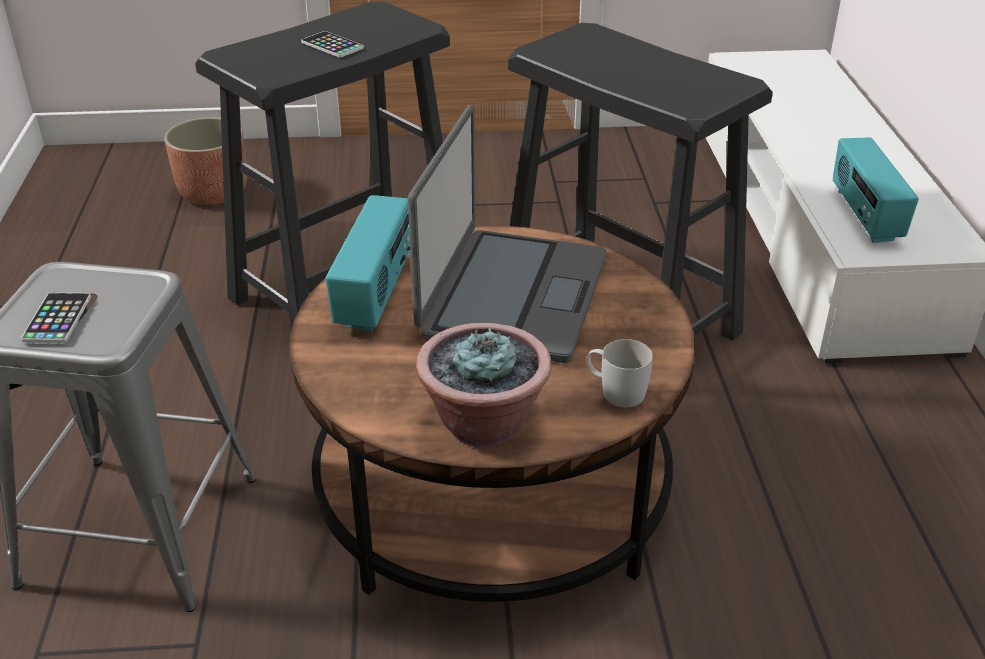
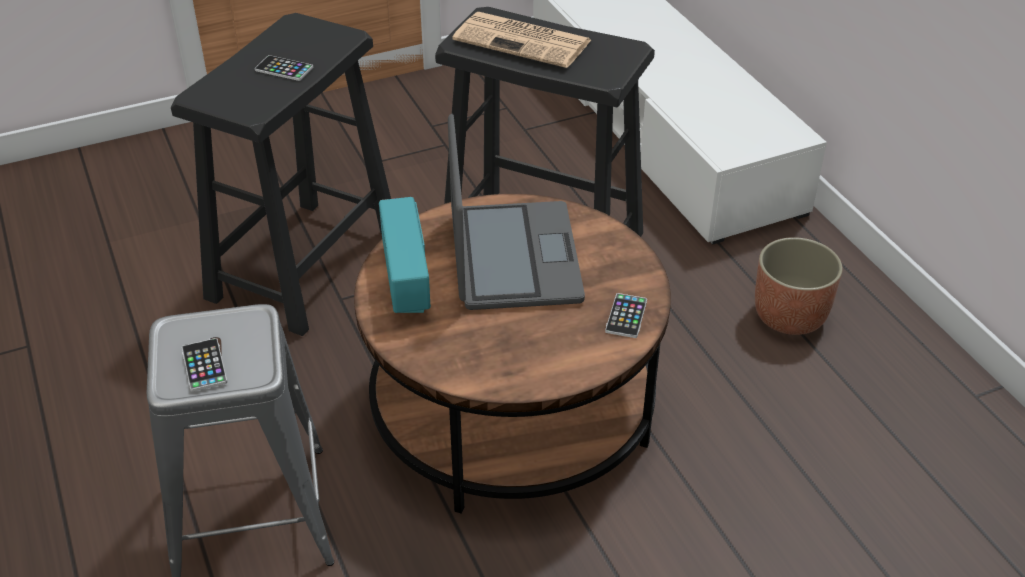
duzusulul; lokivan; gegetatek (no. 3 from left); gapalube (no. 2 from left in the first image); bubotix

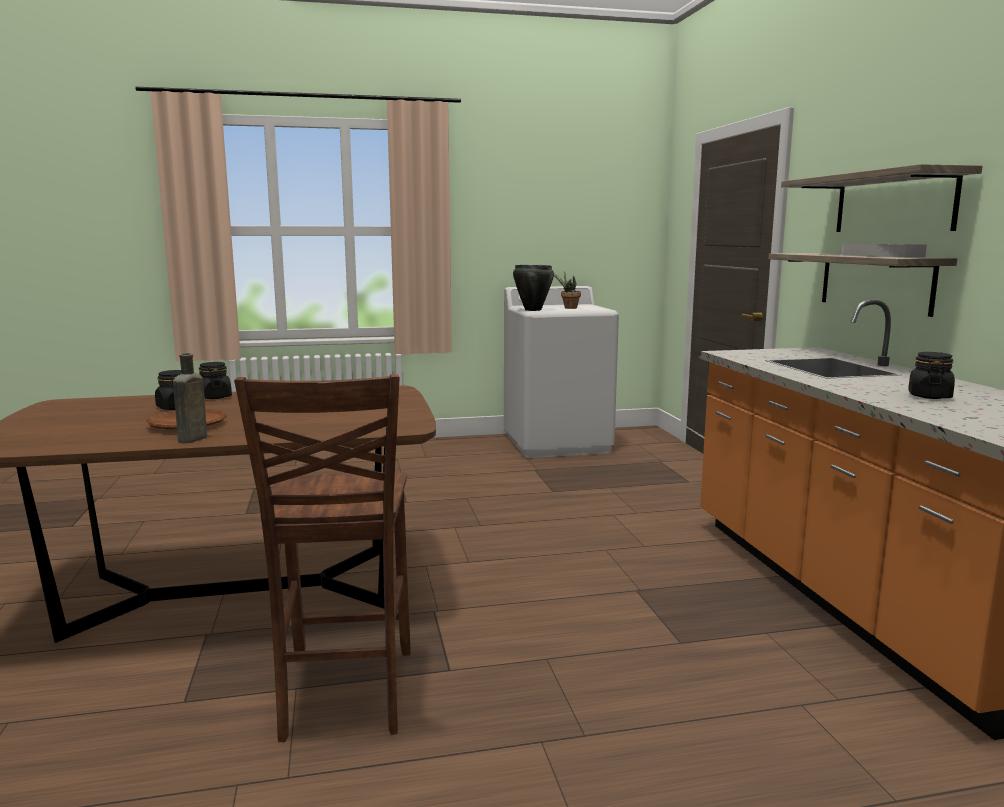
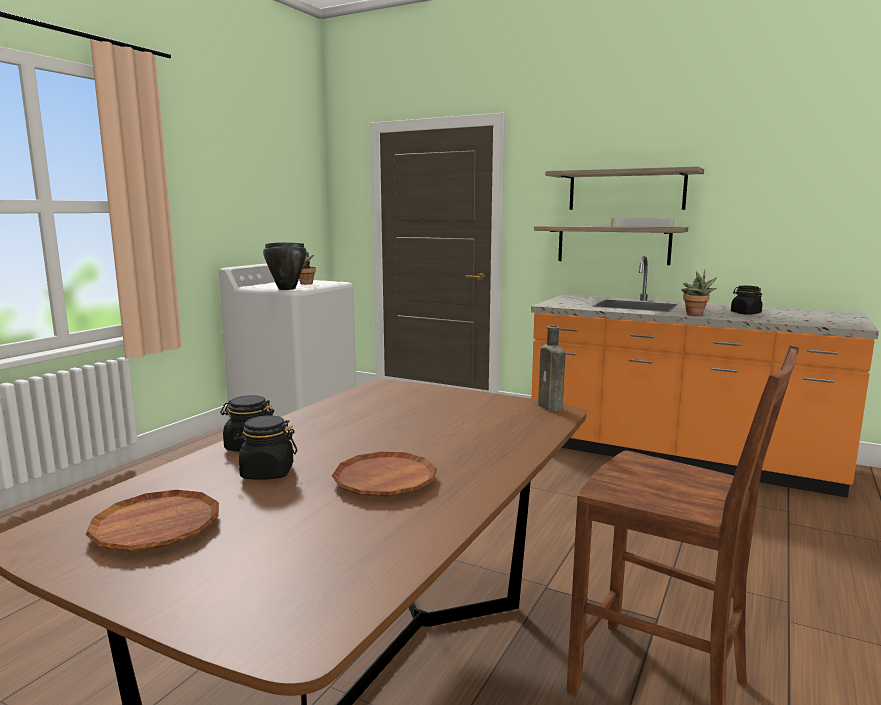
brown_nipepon; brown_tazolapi (no. 1 from left); lokivan (no. 2 from left)

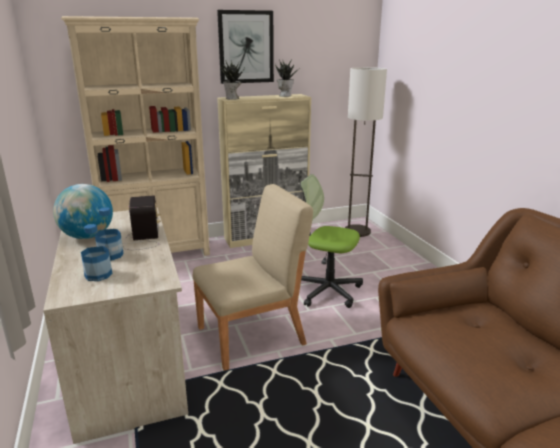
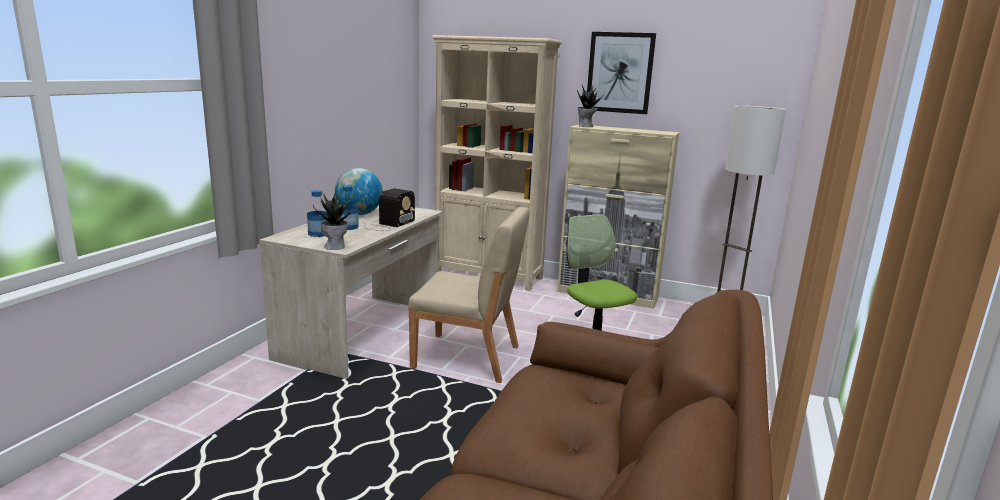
lokivan (no. 1 from left)

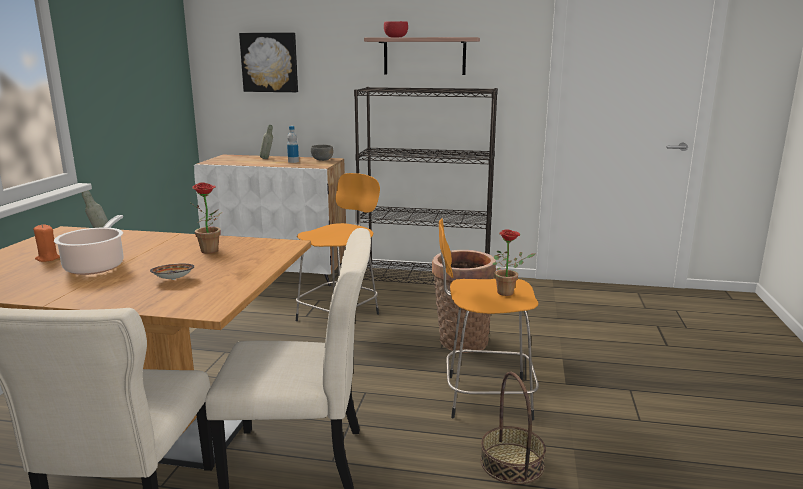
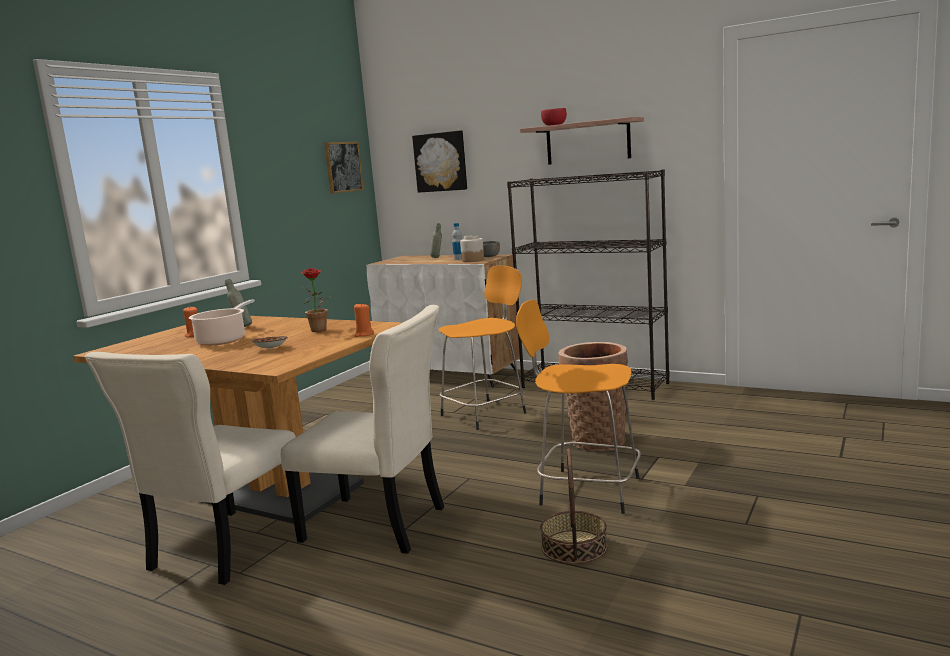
lokivan (no. 2 from left in the first image); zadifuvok (no. 1 from left); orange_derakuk (no. 2 from left); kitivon

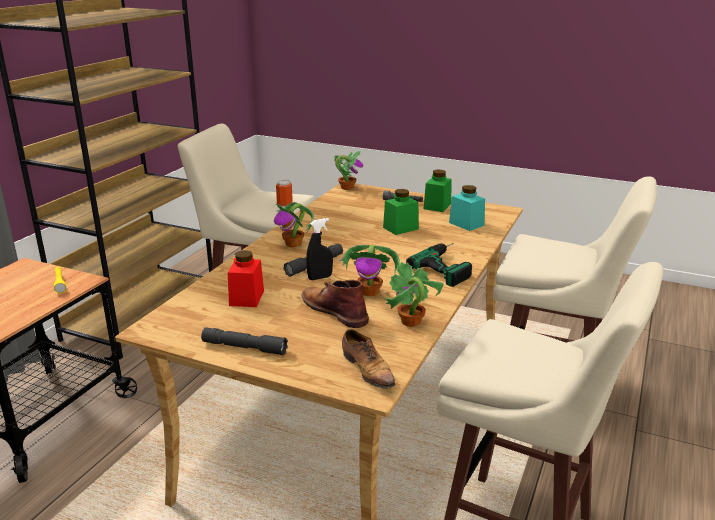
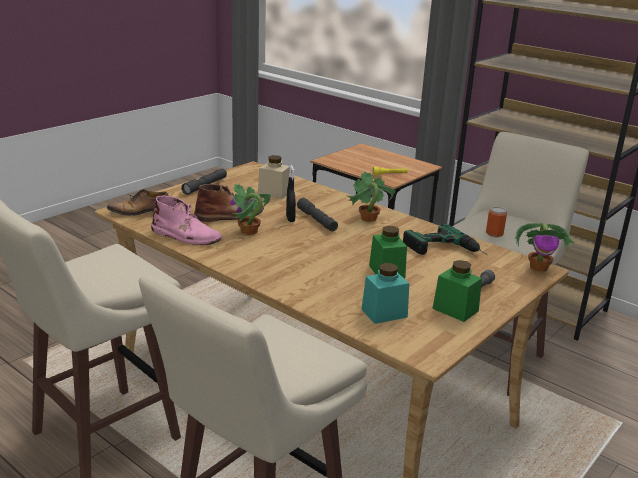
beige_kitivon; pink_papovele; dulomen

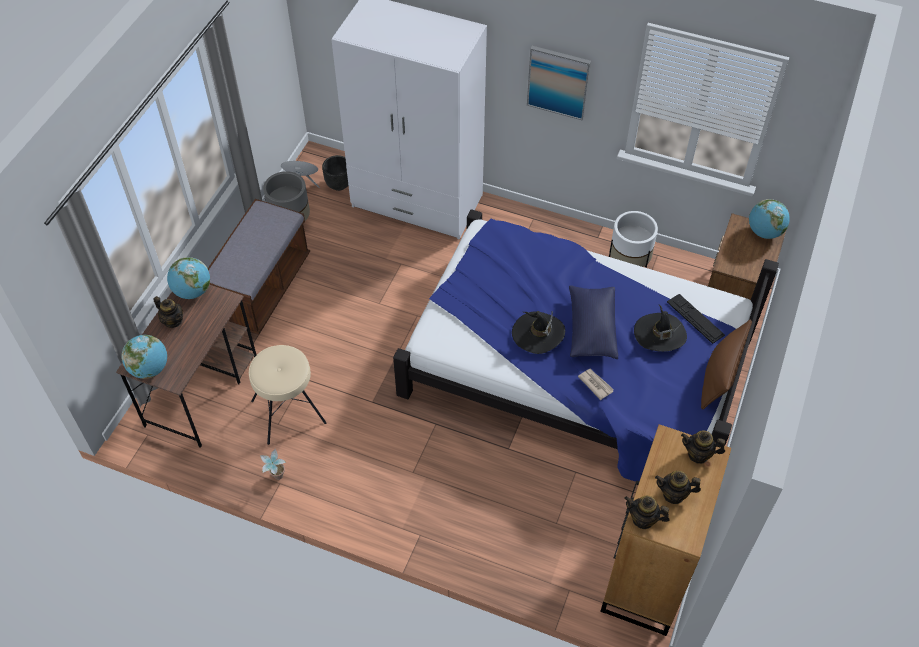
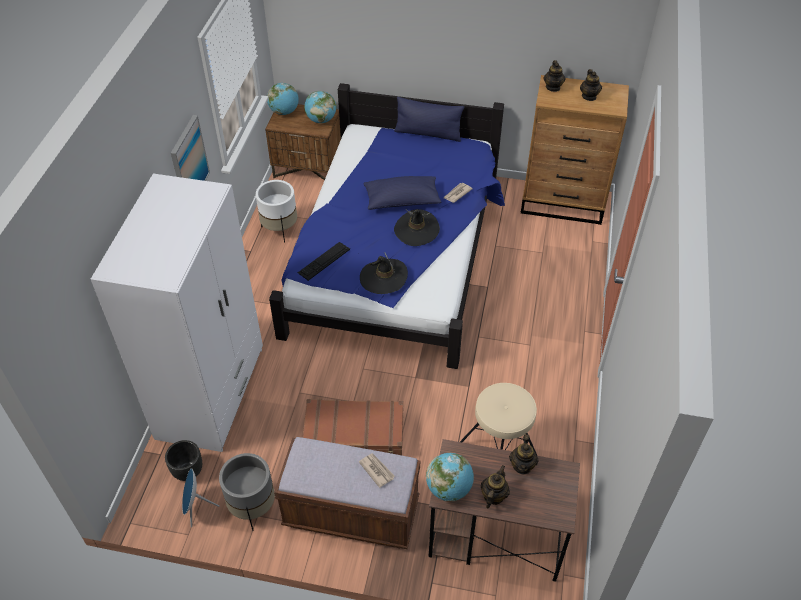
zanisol (no. 2 from left); lokivan; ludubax (no. 2 from left); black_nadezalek (no. 1 from left); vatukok; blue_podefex (no. 2 from left); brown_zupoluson; bubotix (no. 1 from left)

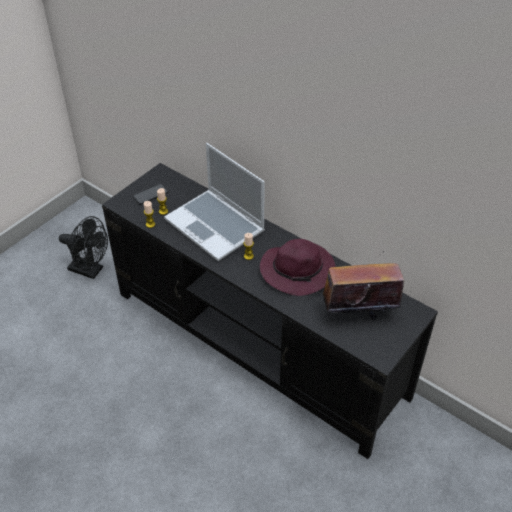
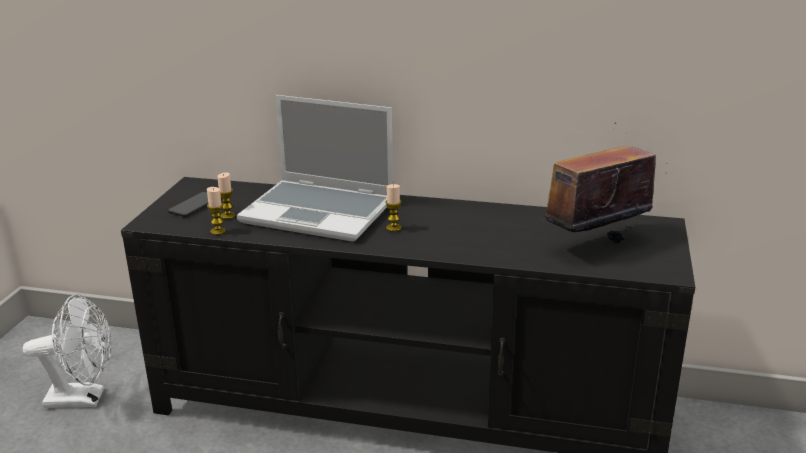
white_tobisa; purple_nadezalek

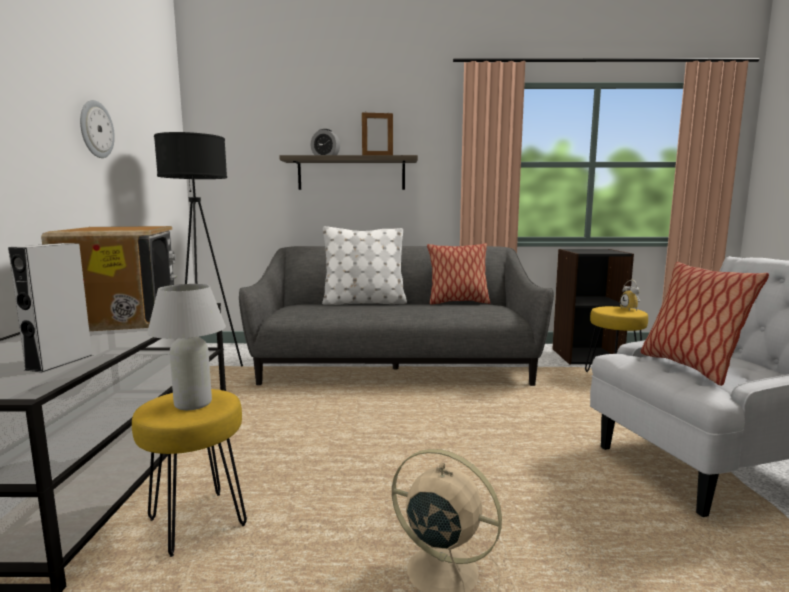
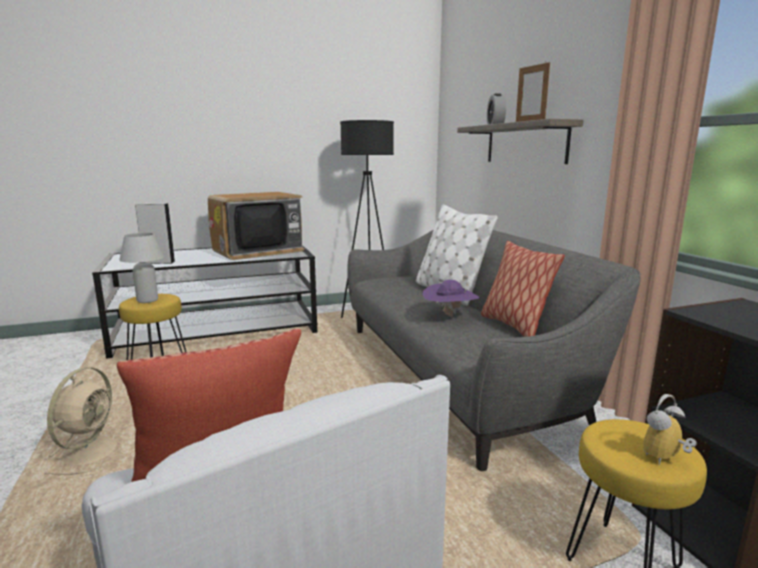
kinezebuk; purple_nadezalek

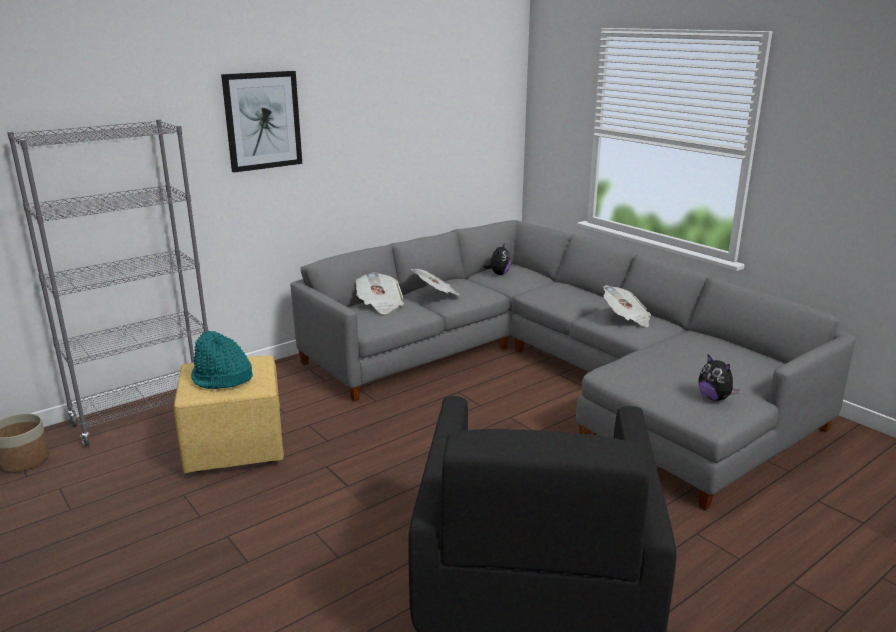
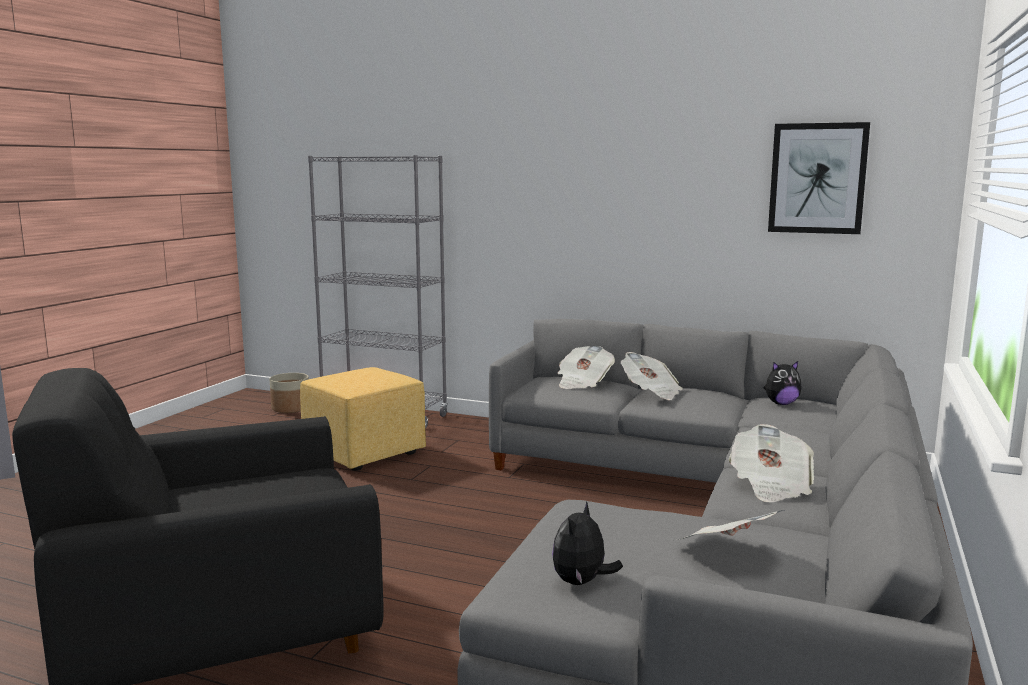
turquoise_nadezalek; zadifuvok; bubotix (no. 3 from left)

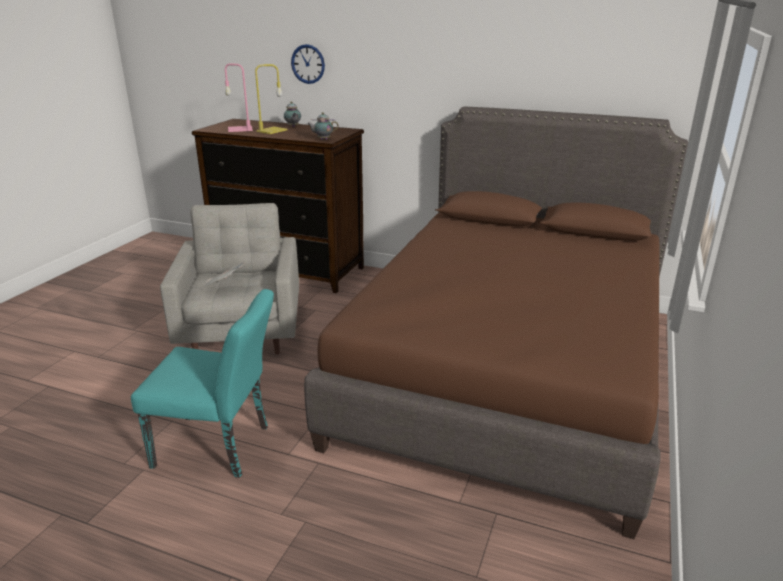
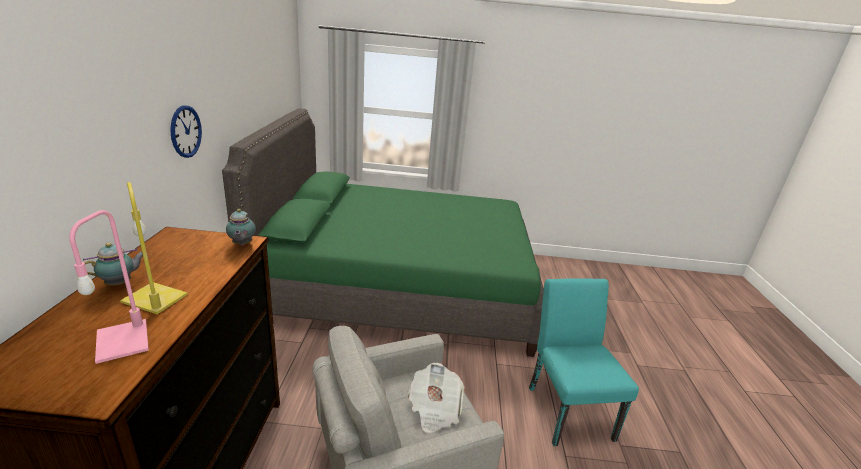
kinezebuk; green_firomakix

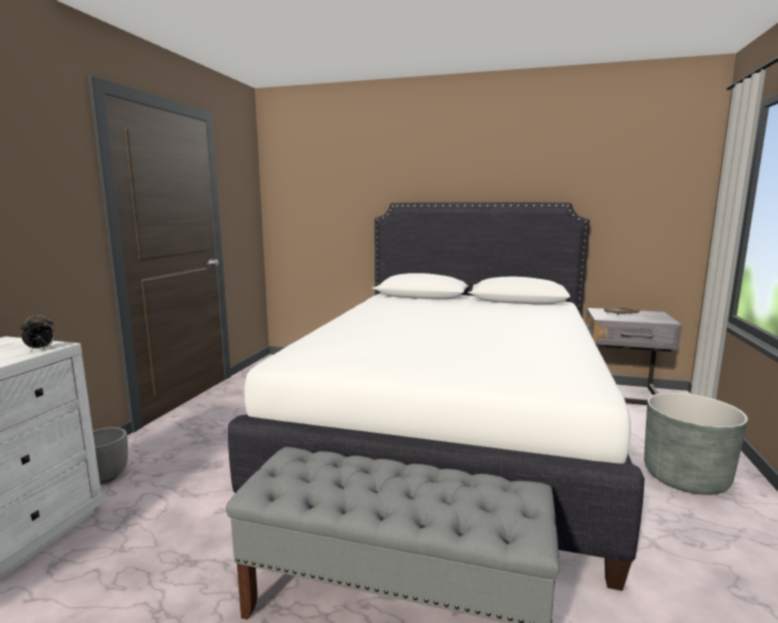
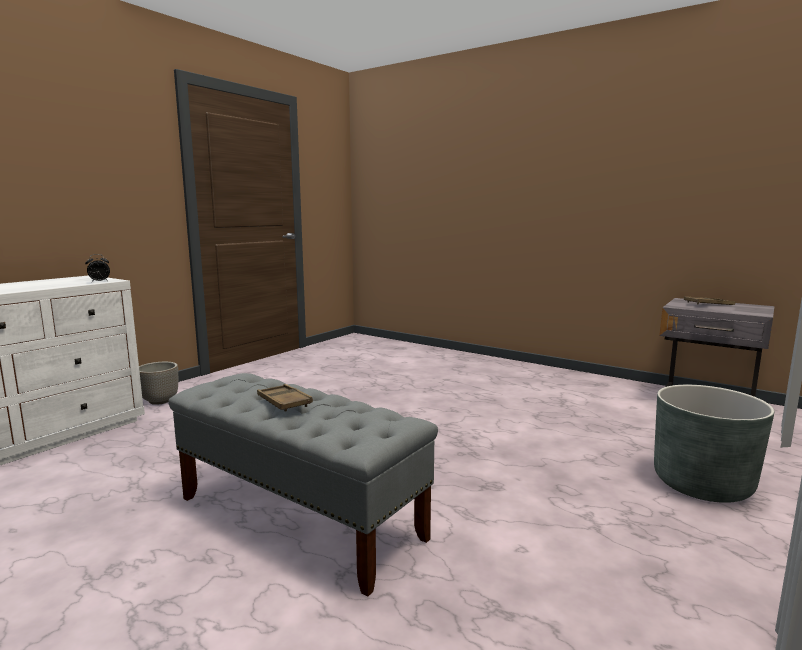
white_firomakix; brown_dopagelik (no. 1 from left)

